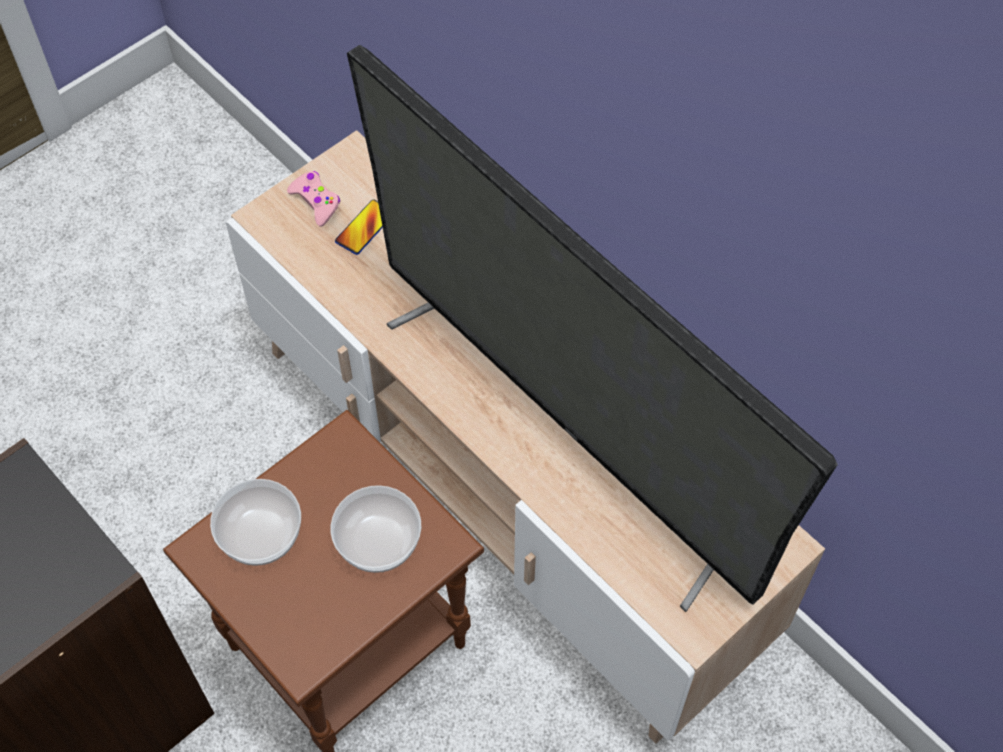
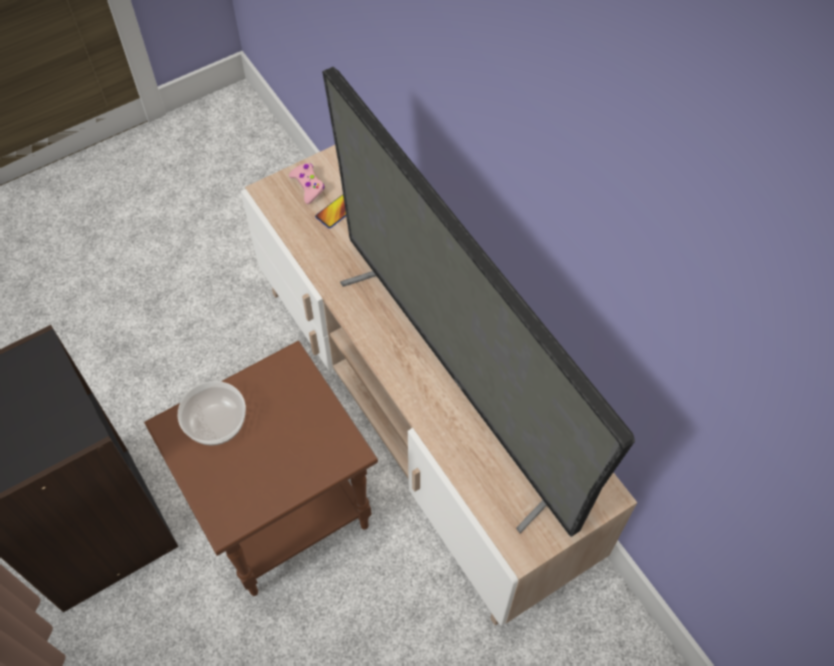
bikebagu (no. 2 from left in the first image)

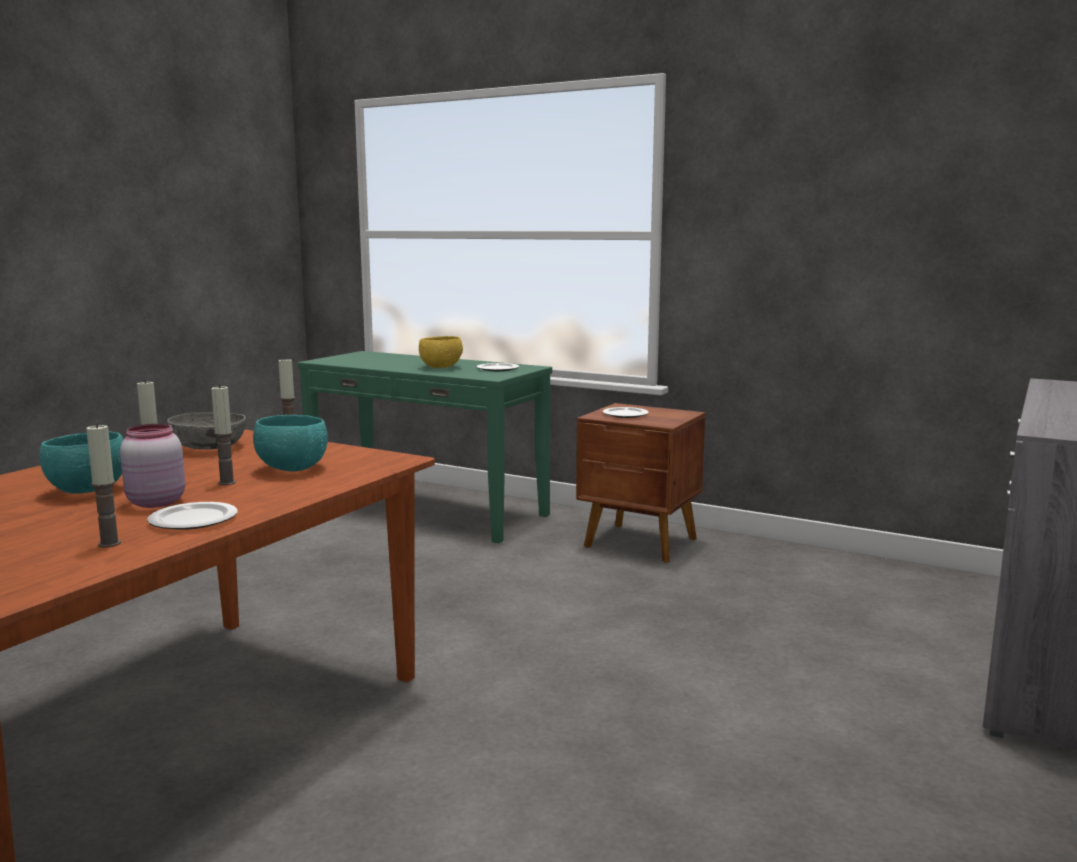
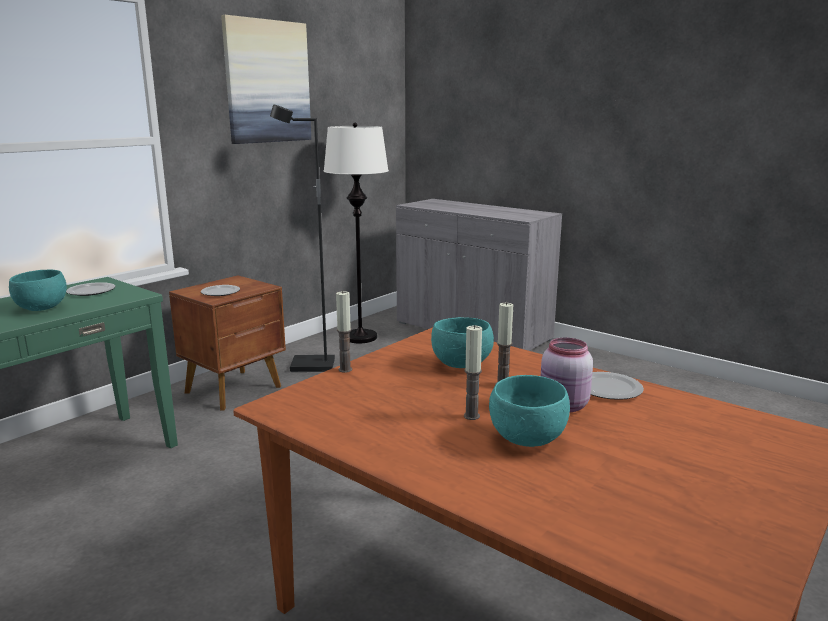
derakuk (no. 1 from left in the first image); grey_bikebagu; turquoise_bikebagu (no. 1 from left); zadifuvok; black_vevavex; white_vevavex

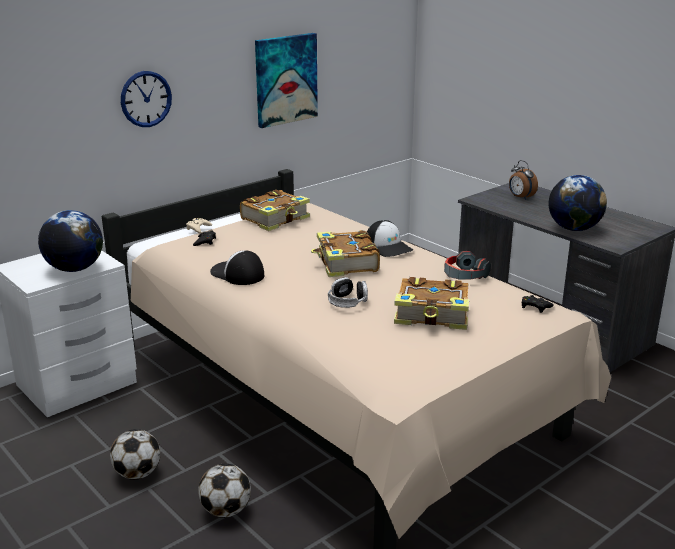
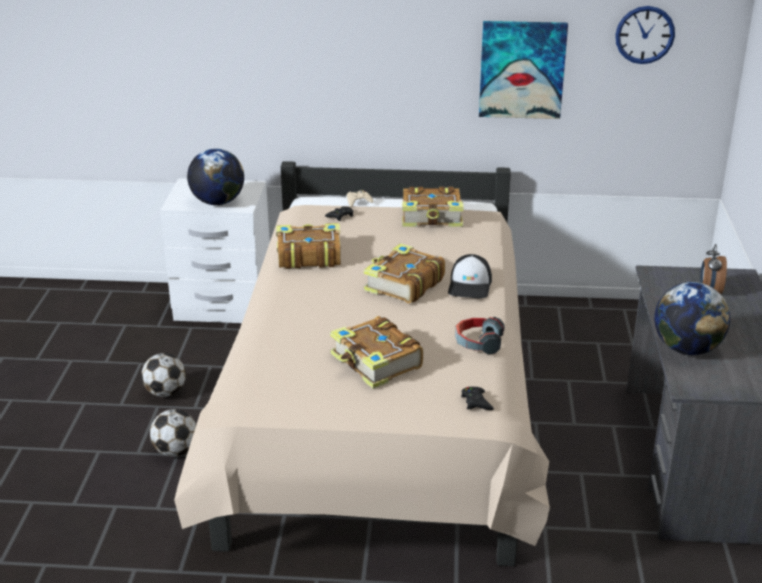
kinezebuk; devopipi (no. 1 from left); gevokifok (no. 1 from left in the first image)

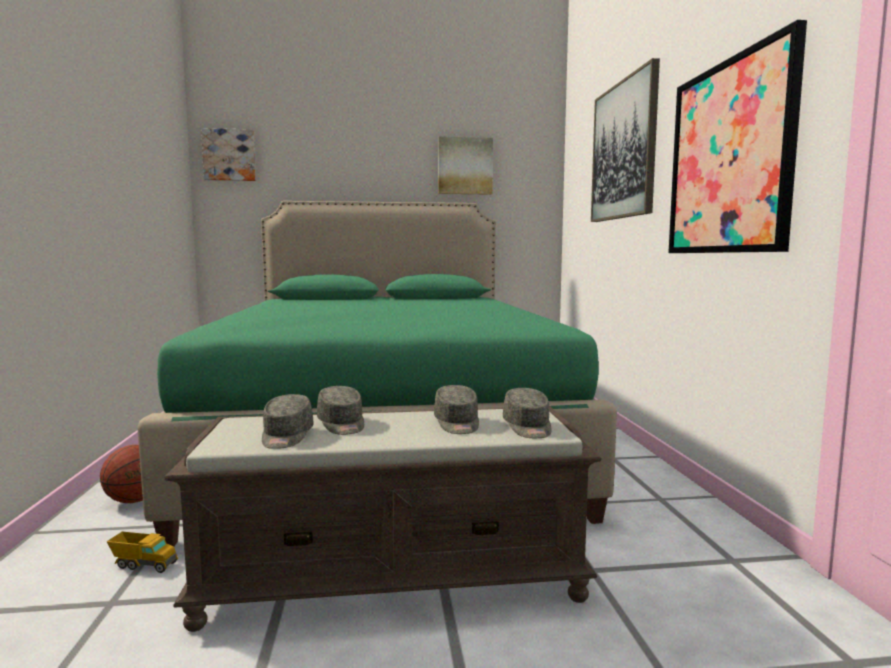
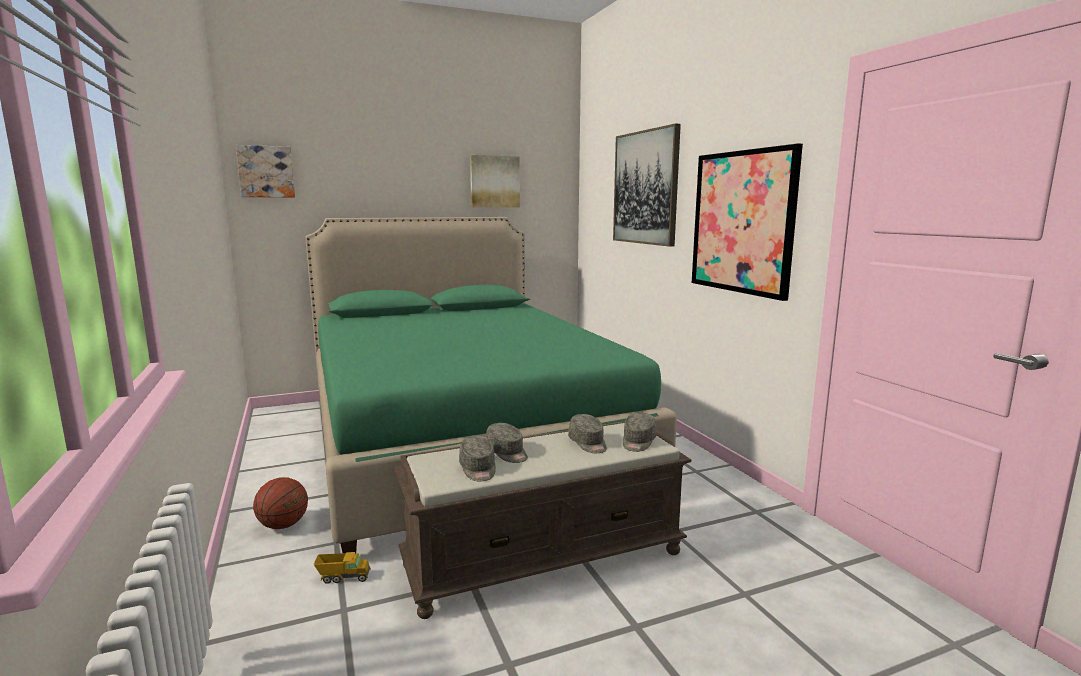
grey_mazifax (no. 4 from left)

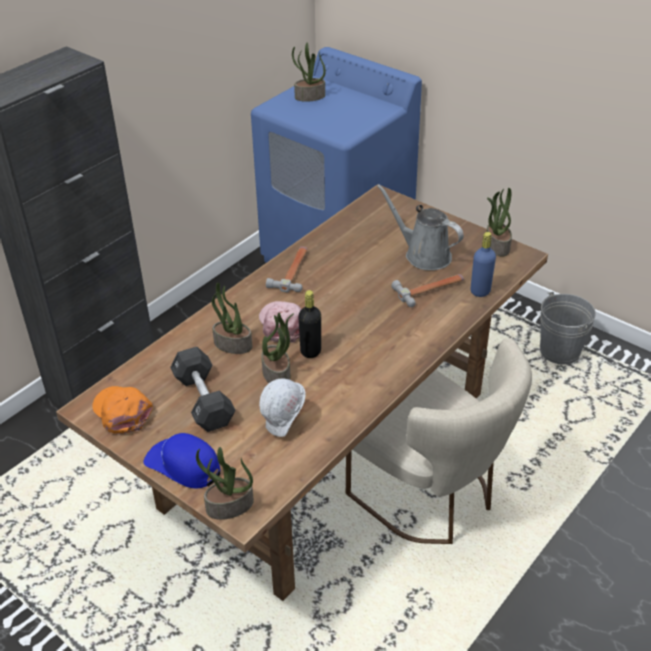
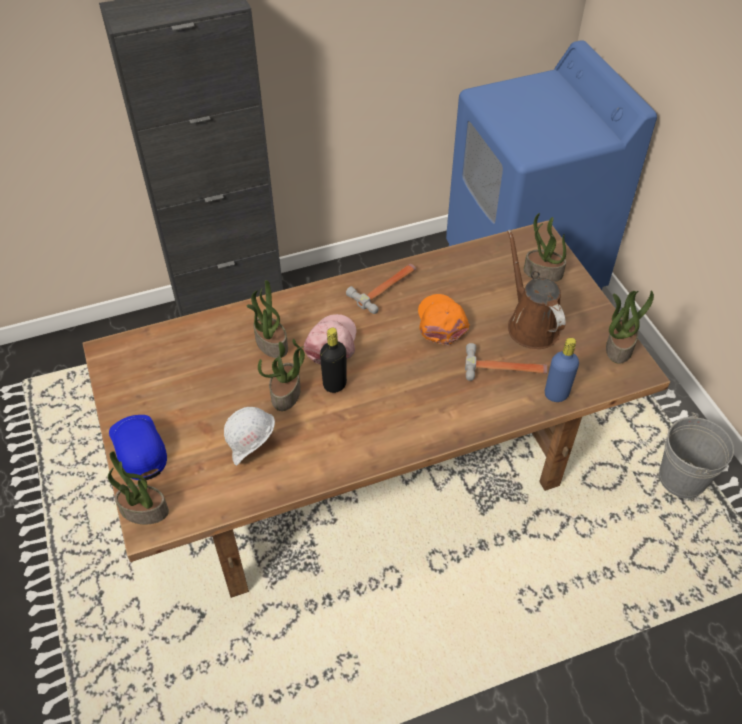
orange_mazifax; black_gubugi; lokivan (no. 4 from left); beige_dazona; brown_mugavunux

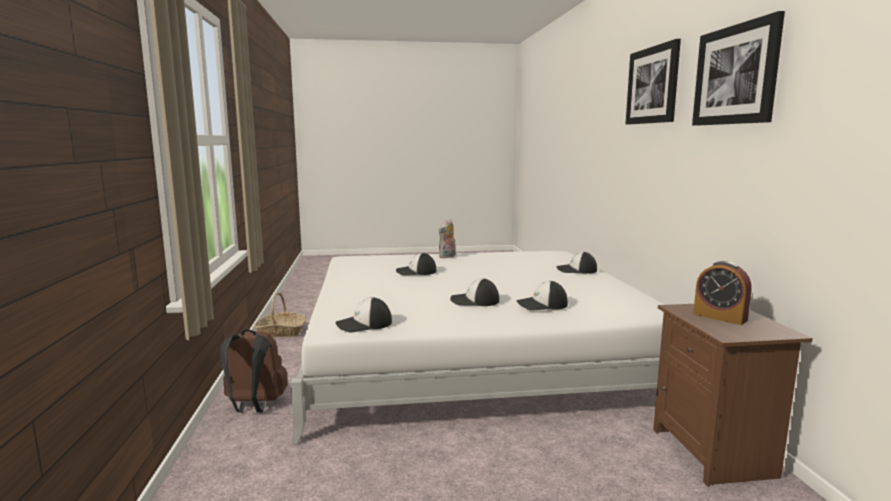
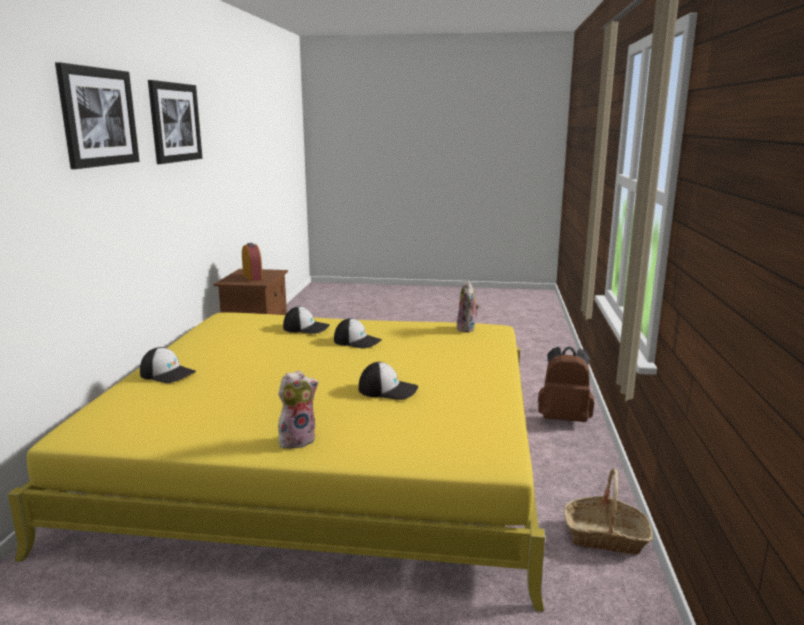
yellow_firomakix; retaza (no. 2 from left)

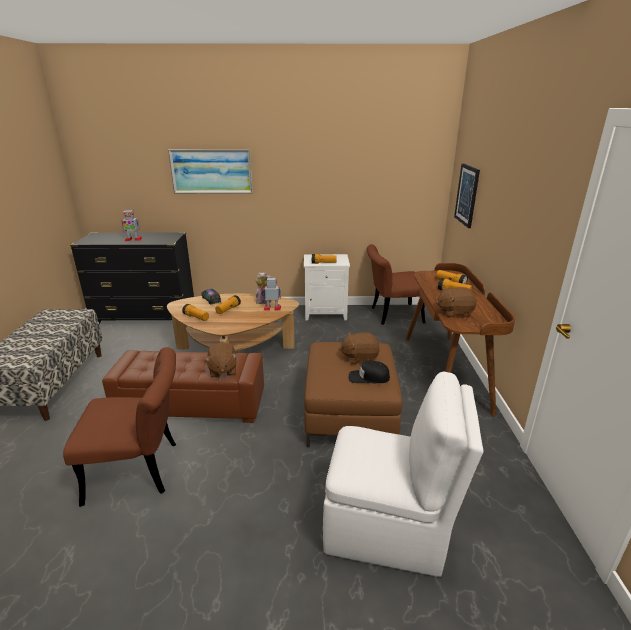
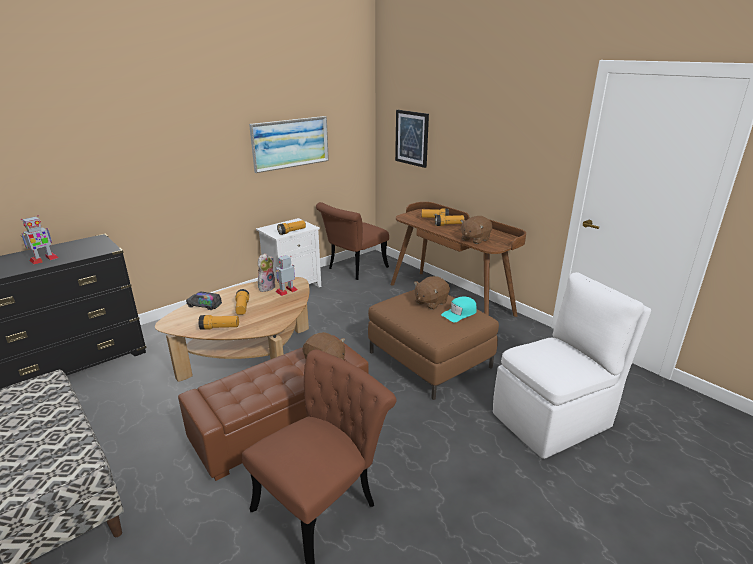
zadifuvok (no. 1 from left); turquoise_mazifax

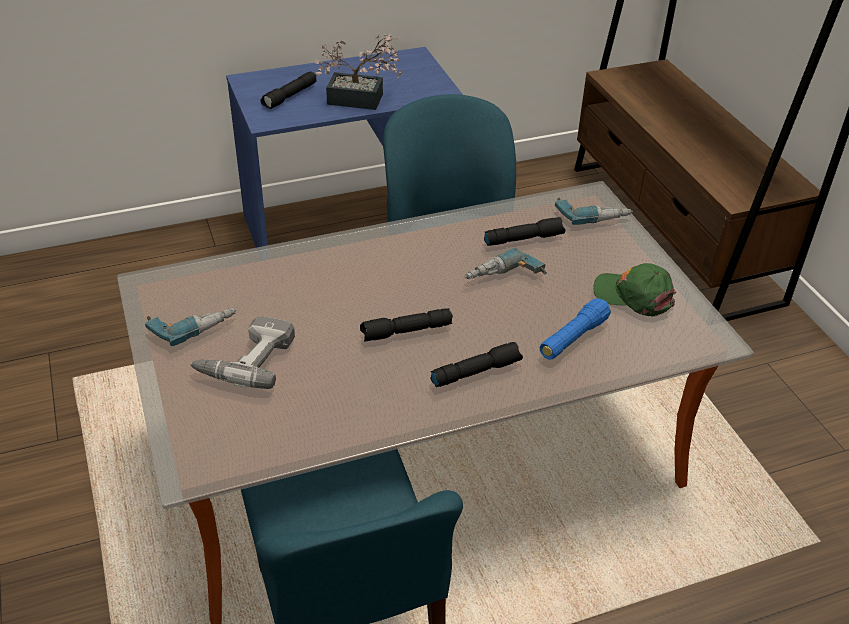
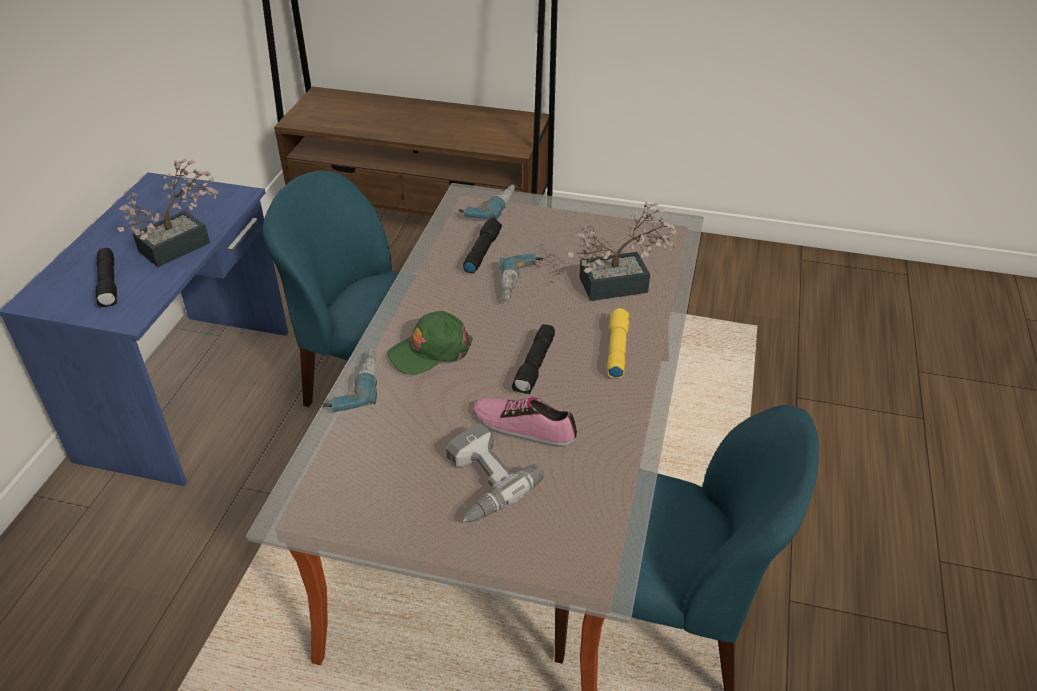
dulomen (no. 1 from left); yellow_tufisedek; lokivan (no. 2 from left); green_mazifax; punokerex

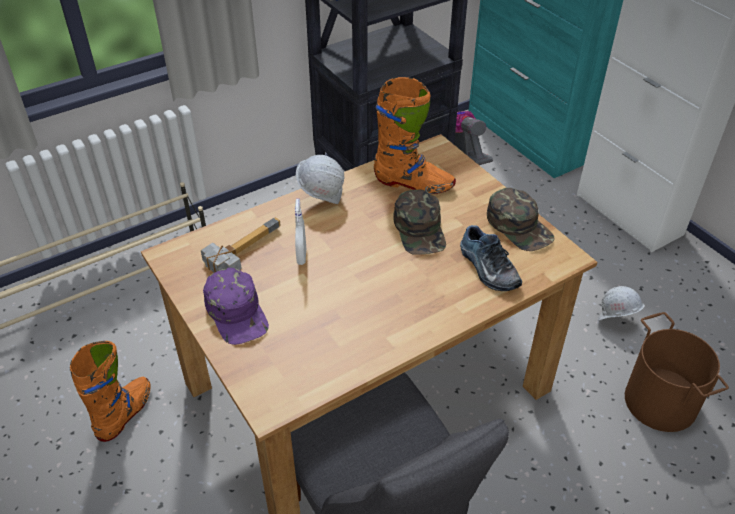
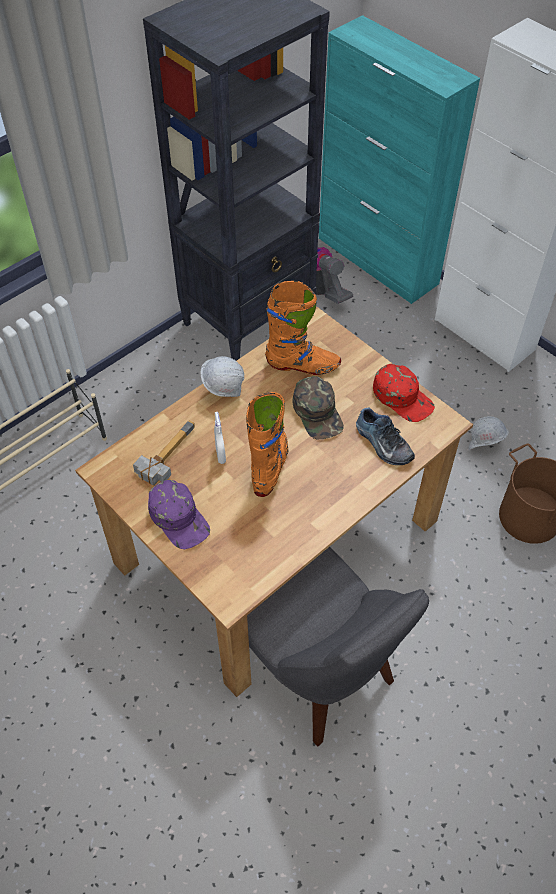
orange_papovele (no. 1 from left); red_mazifax

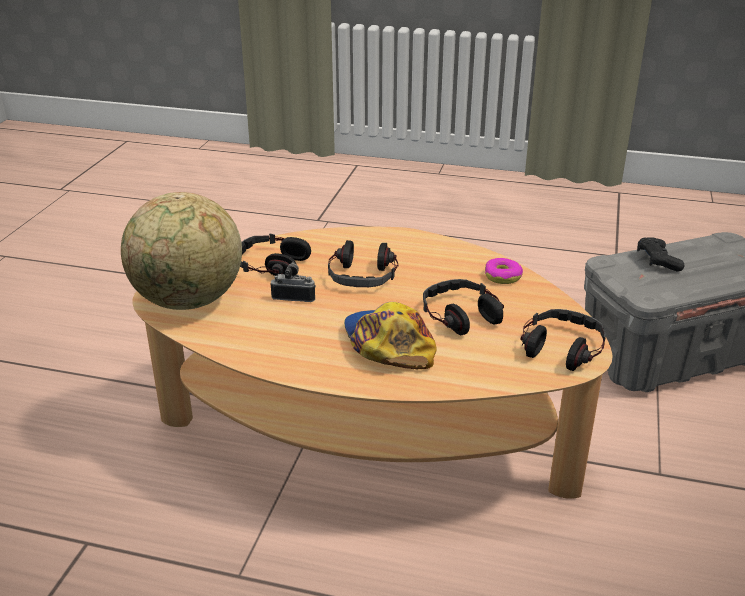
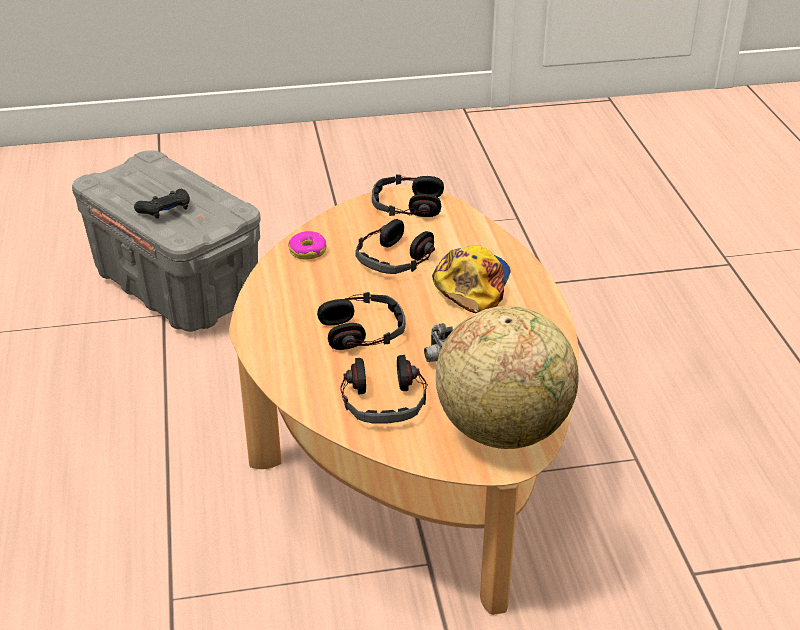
mazifax

